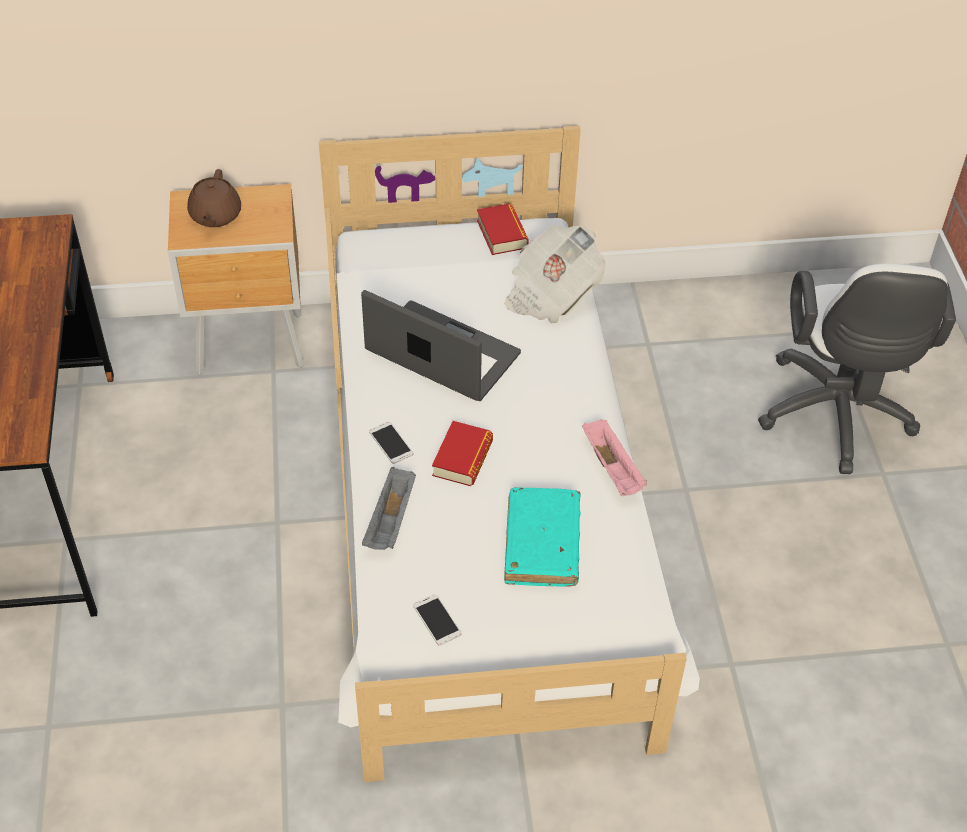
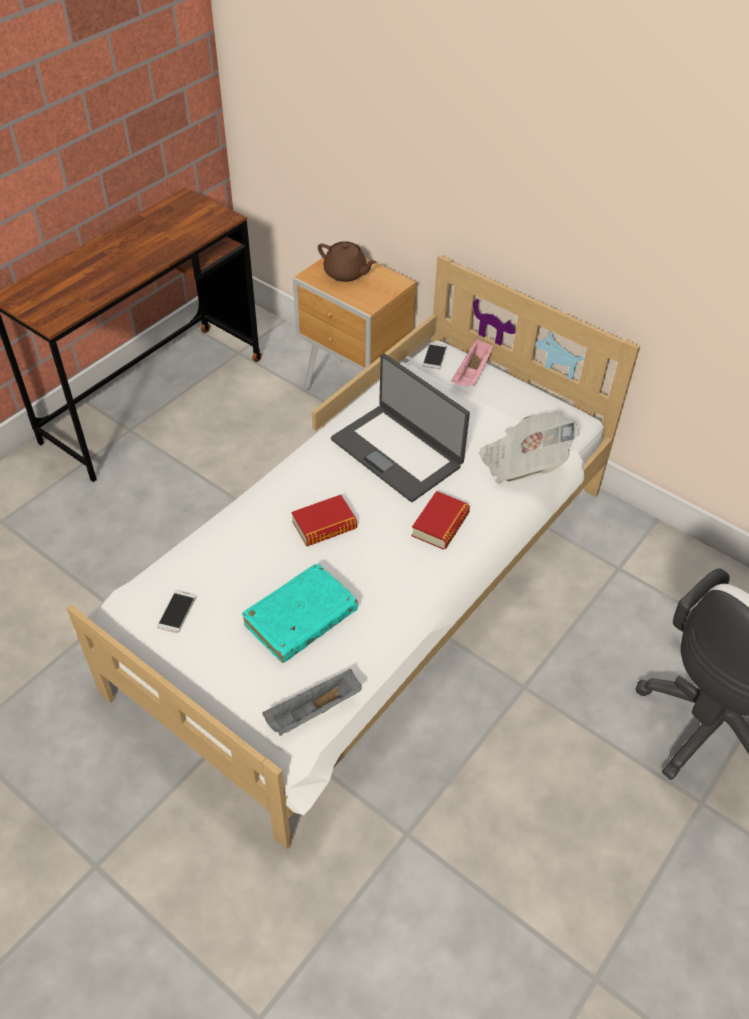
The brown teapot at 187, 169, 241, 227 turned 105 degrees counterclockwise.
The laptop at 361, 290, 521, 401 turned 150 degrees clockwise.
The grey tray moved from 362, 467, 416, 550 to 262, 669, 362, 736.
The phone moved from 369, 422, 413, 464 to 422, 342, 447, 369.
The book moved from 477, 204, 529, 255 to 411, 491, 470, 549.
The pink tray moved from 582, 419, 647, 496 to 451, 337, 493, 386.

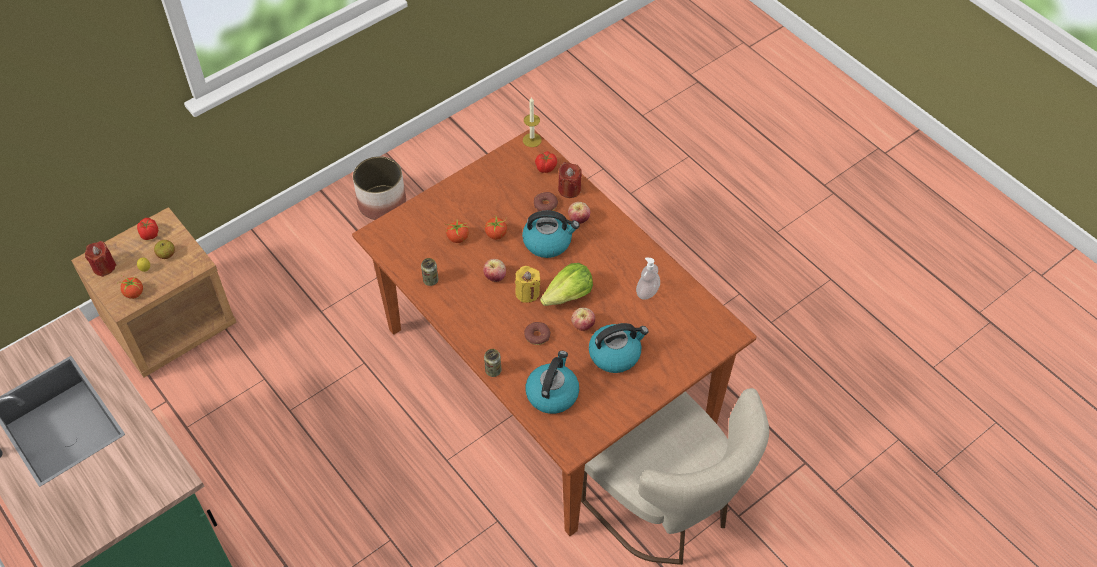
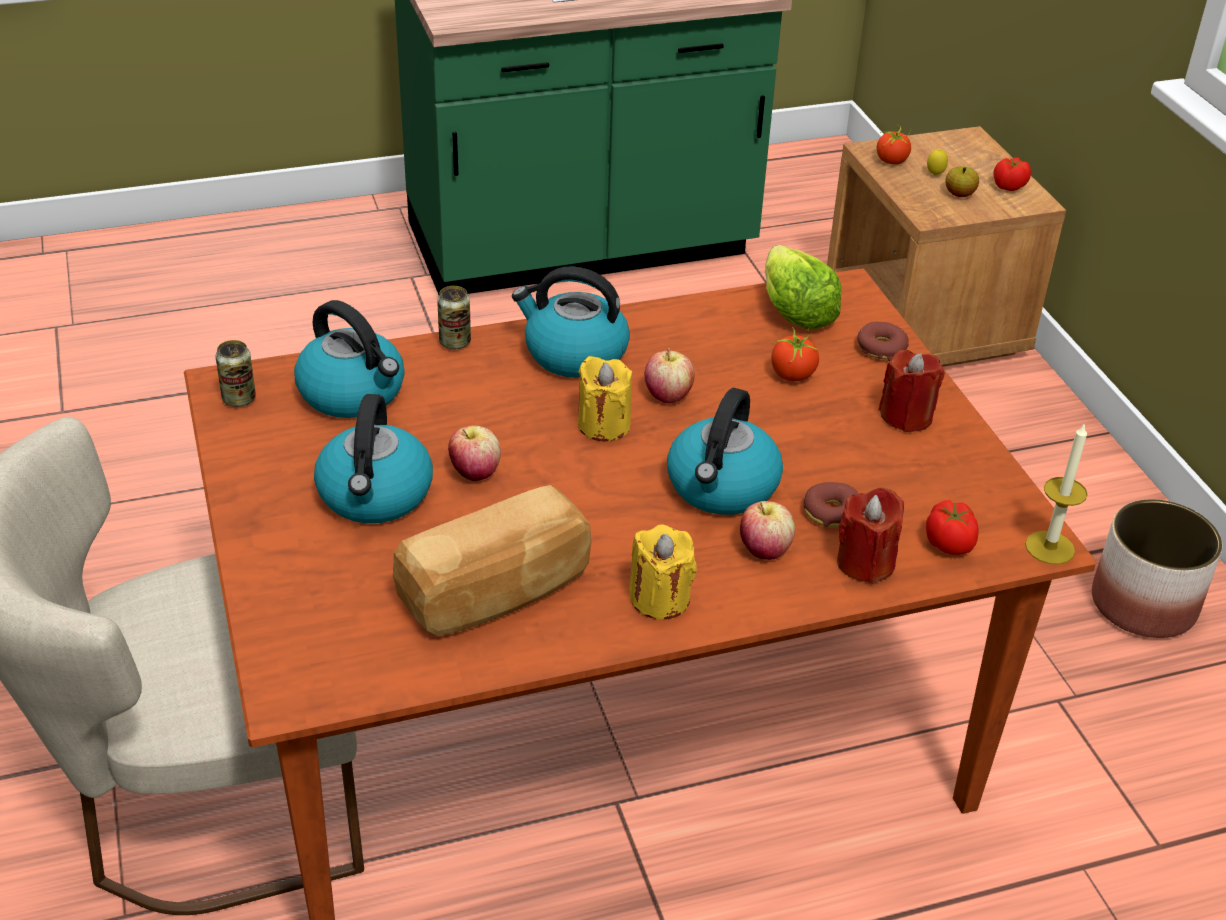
The red candle moved from 85, 241, 117, 277 to 879, 350, 945, 432.
The can moved from 421, 258, 438, 286 to 216, 340, 256, 407.
The tomato at 484, 215, 507, 240 disappeared.
The donut moved from 524, 322, 551, 345 to 857, 322, 909, 361.
The lettuce moved from 540, 263, 593, 306 to 765, 245, 842, 329.
The soap dispenser at 636, 258, 660, 300 was replaced by the bread at 393, 485, 591, 636.
The kettle at 512, 267, 630, 378 appeared.
The yellow candle at 629, 524, 697, 619 appeared.

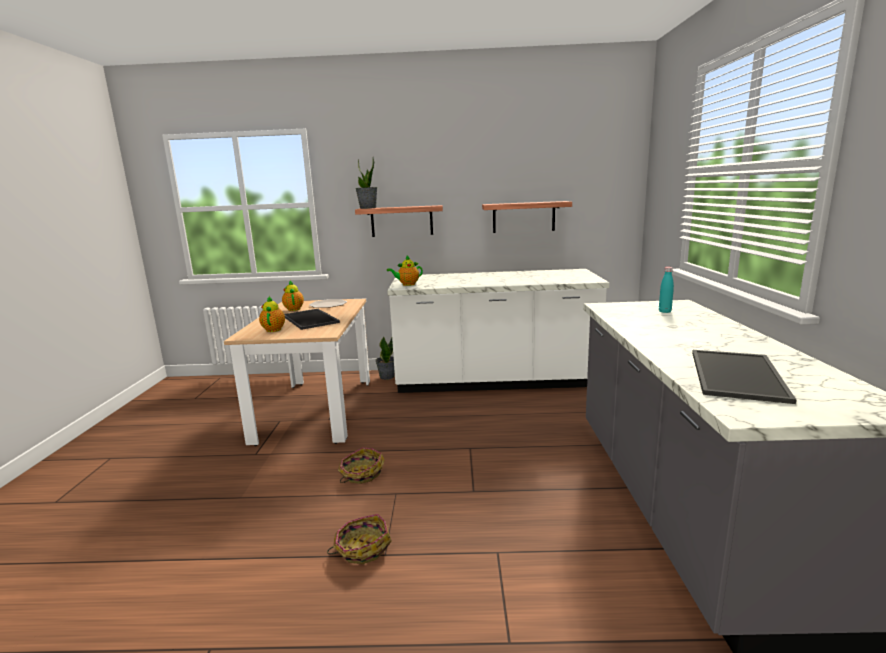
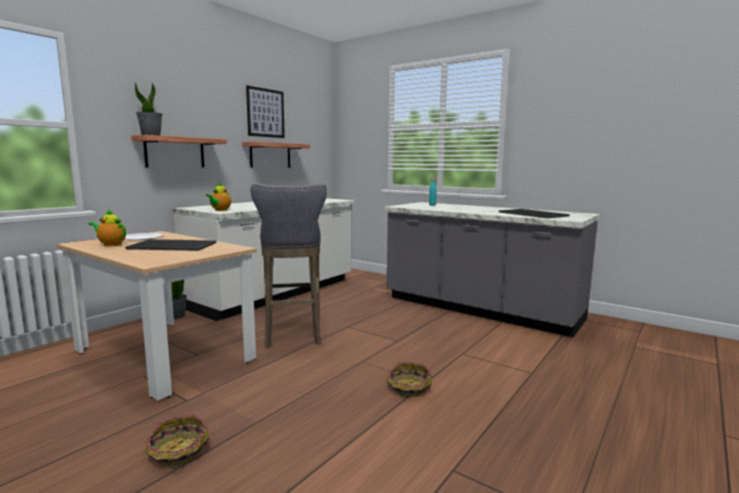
The teapot at 259, 296, 285, 332 disappeared.
The basket moved from 338, 447, 385, 484 to 145, 414, 209, 469.
The picture at 246, 85, 285, 138 appeared.
The grey stool at 251, 183, 327, 348 appeared.

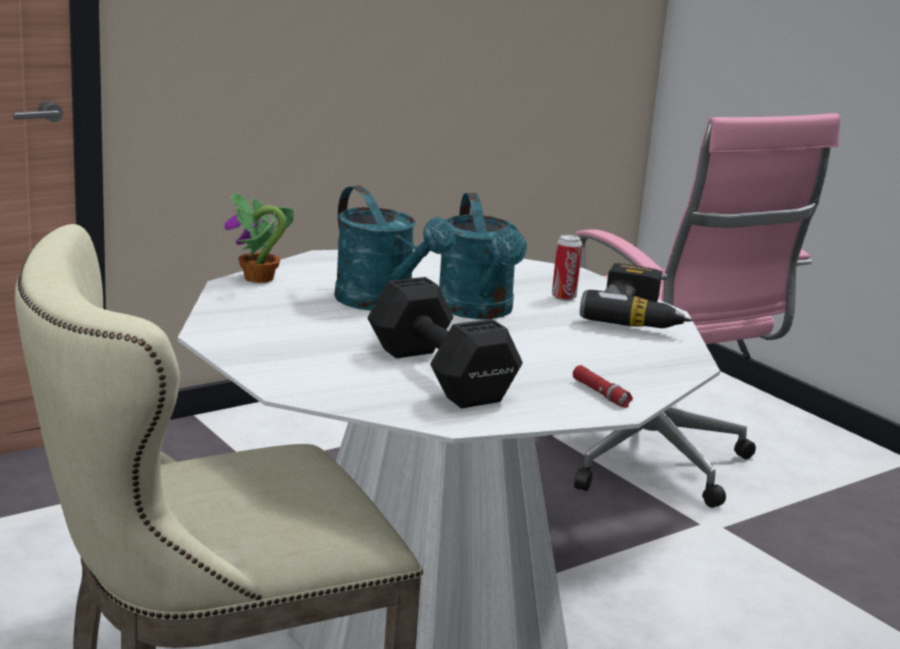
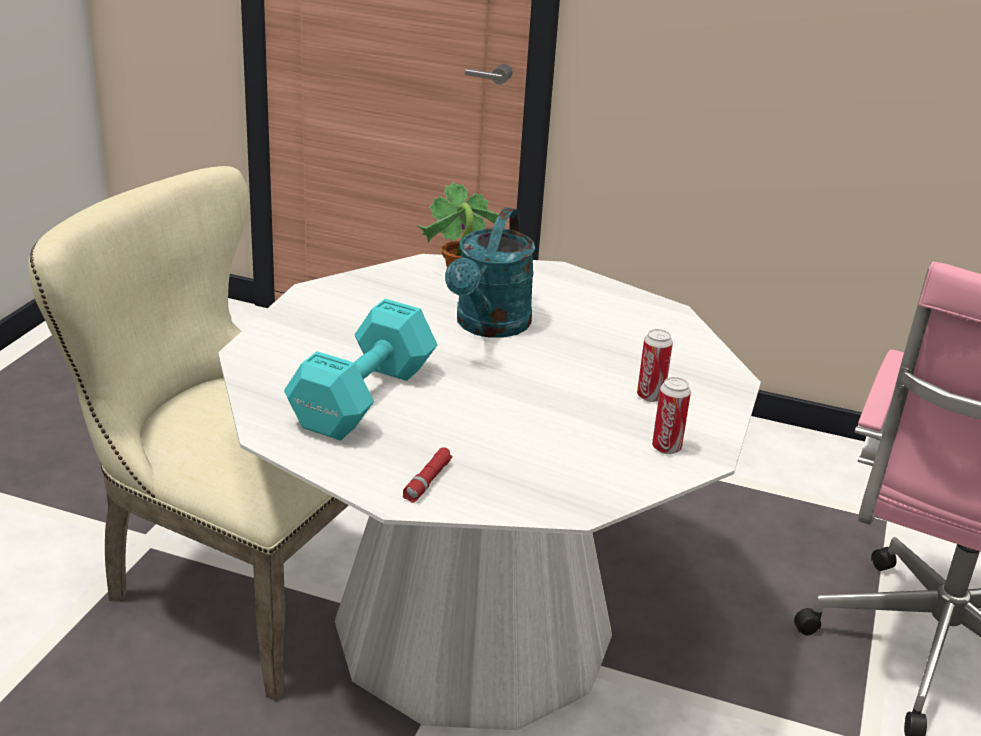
The black dumbbell at 367, 277, 523, 408 became the turquoise dumbbell at 284, 299, 437, 440.
The turquoise watering can at 439, 193, 527, 319 disappeared.
The power drill at 580, 263, 692, 328 was replaced by the can at 652, 377, 691, 454.

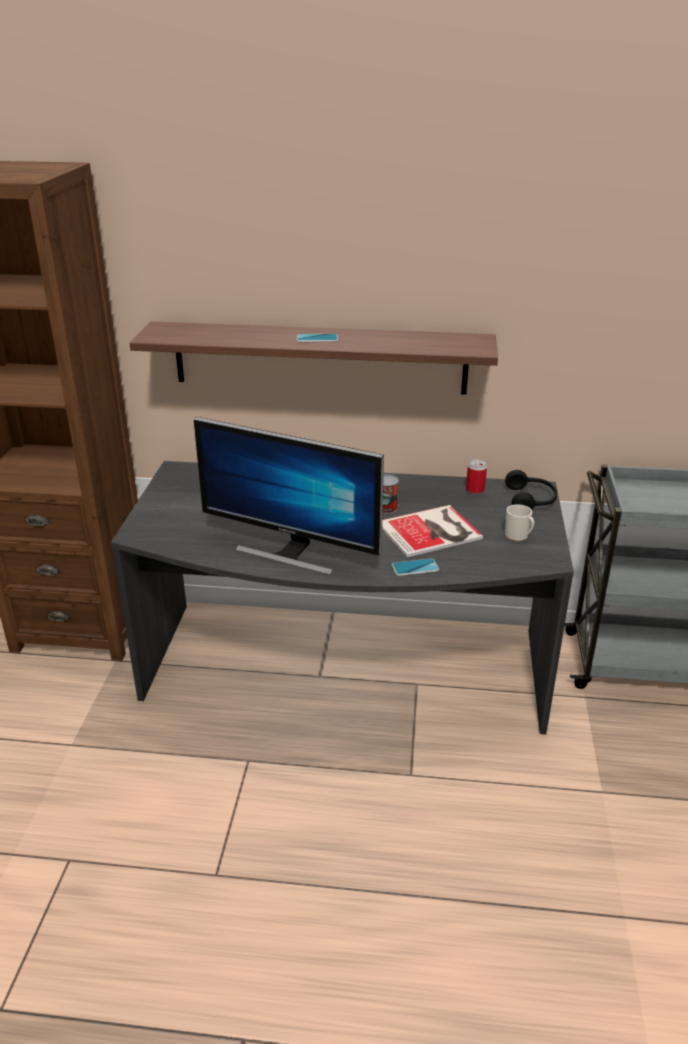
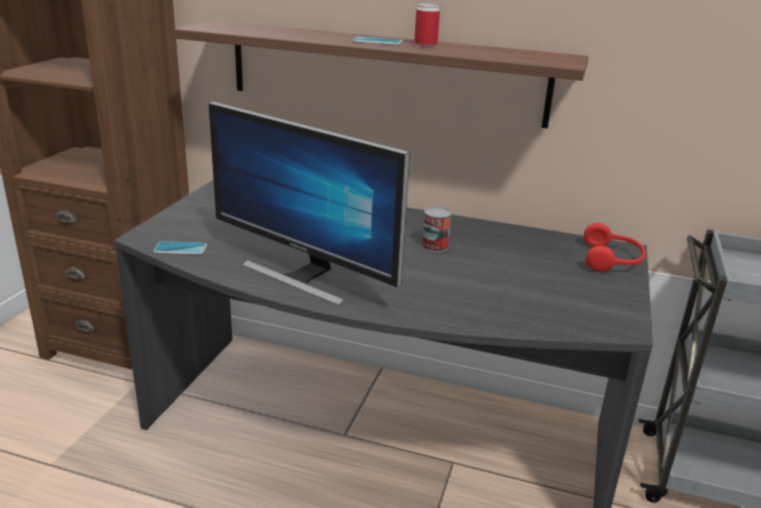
The book at 382, 505, 483, 557 disappeared.
The phone moved from 392, 558, 439, 576 to 153, 241, 207, 255.
The can moved from 466, 459, 487, 494 to 414, 4, 440, 47.
The black headphones at 505, 470, 557, 510 became the red headphones at 584, 223, 646, 272.
The mug at 505, 504, 534, 542 disappeared.

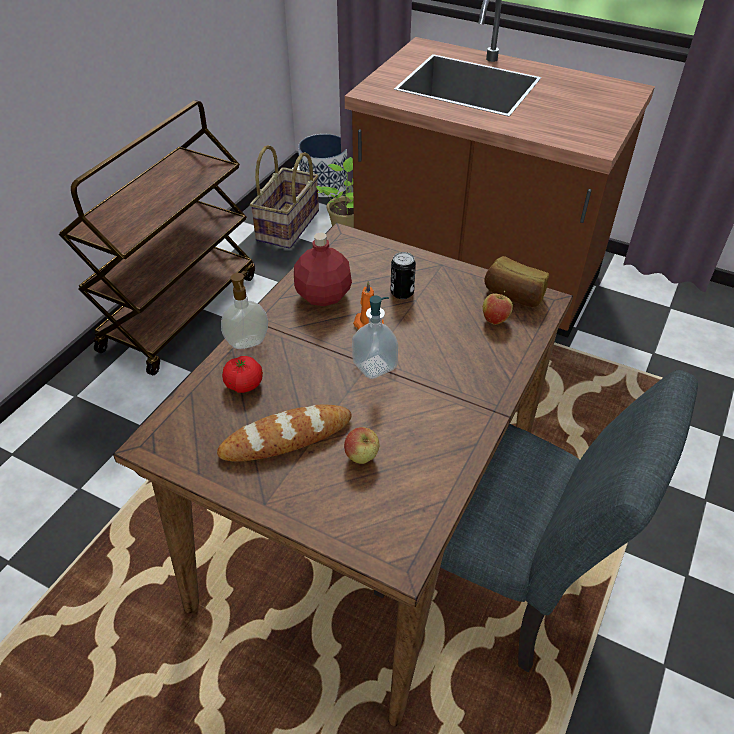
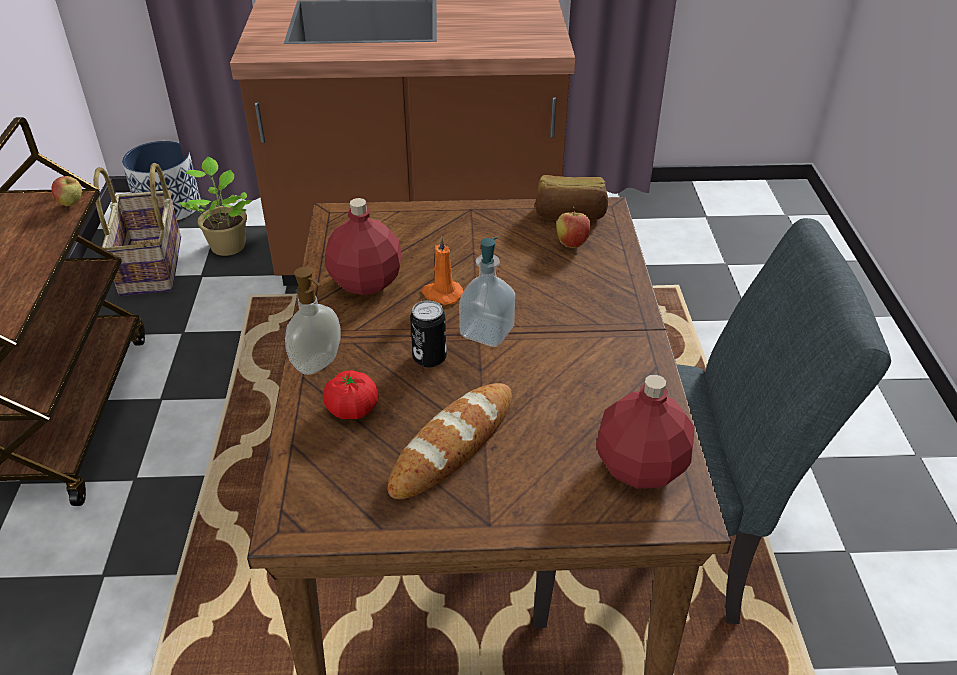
The apple moved from 344, 427, 379, 464 to 51, 176, 82, 206.
The can moved from 390, 252, 416, 299 to 410, 300, 447, 368.
The red bottle at 596, 375, 694, 489 appeared.

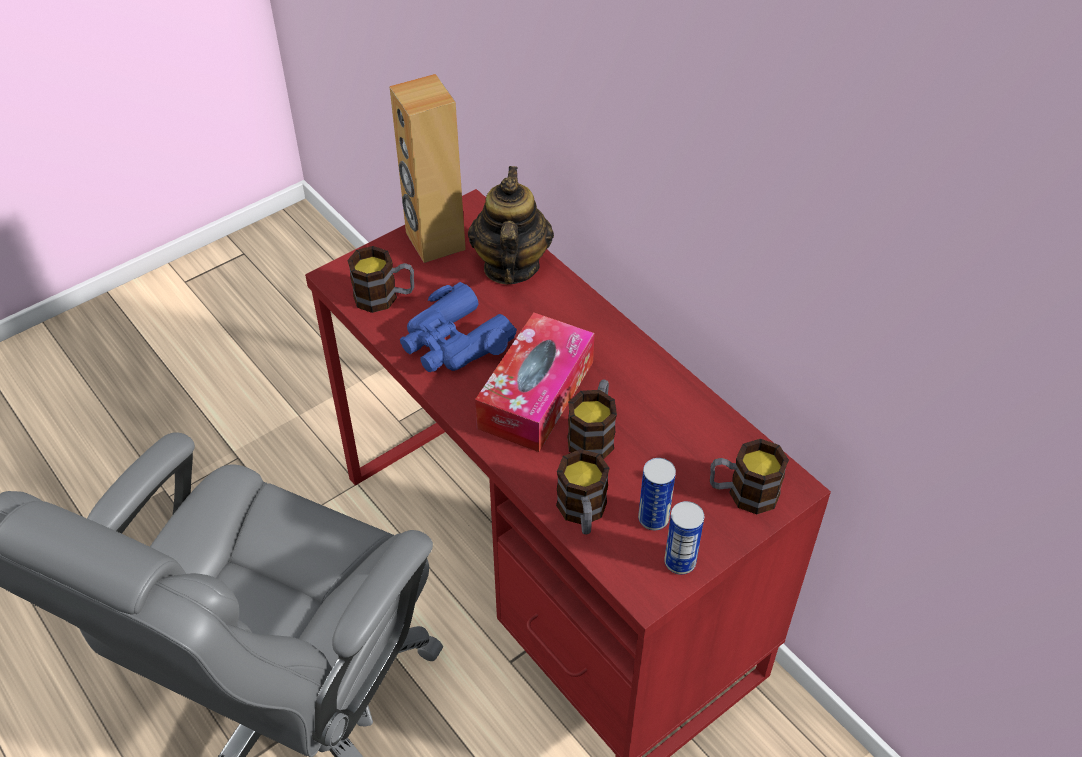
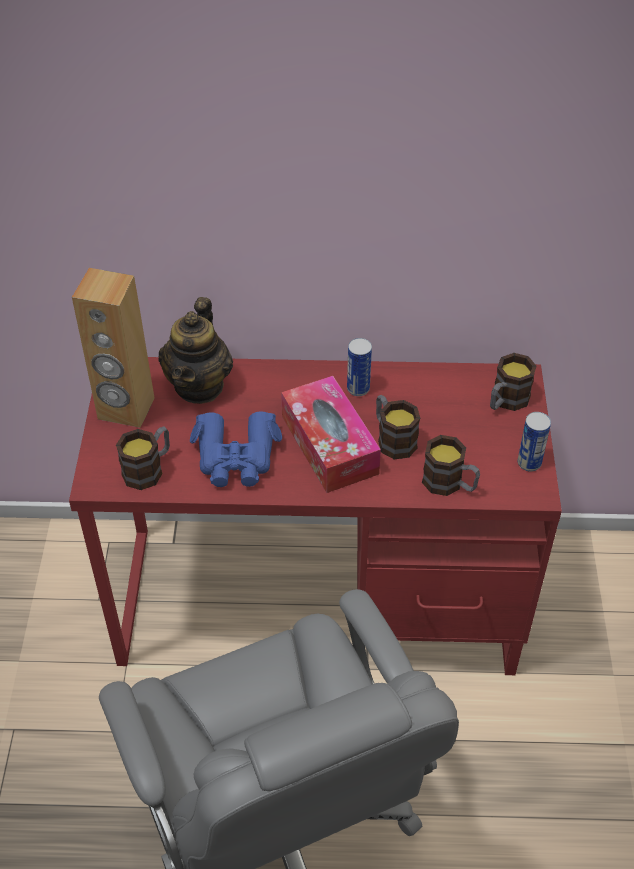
The teapot at 468, 166, 554, 284 turned 120 degrees counterclockwise.
The can moved from 638, 458, 676, 530 to 347, 338, 372, 396.

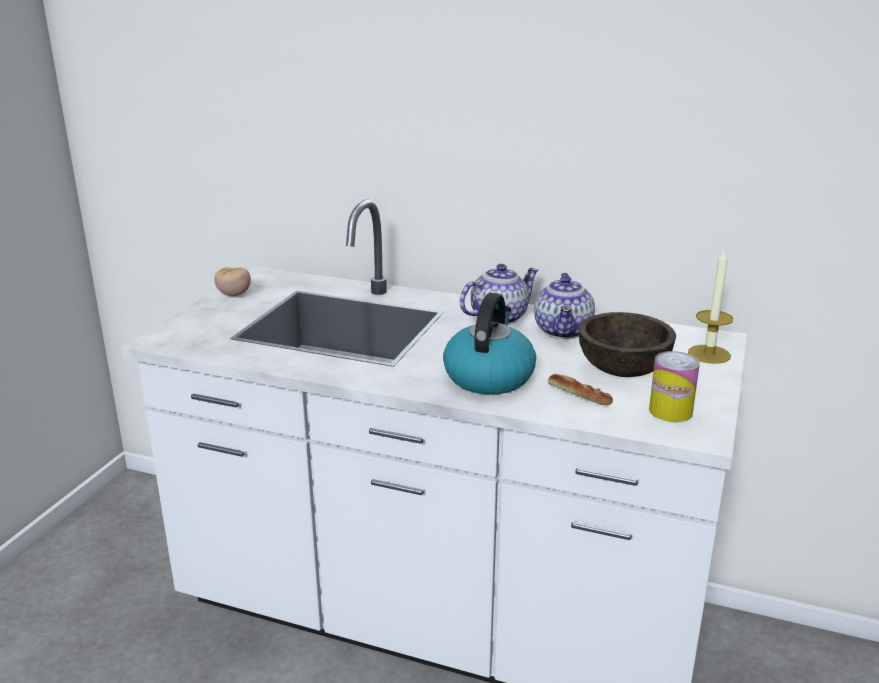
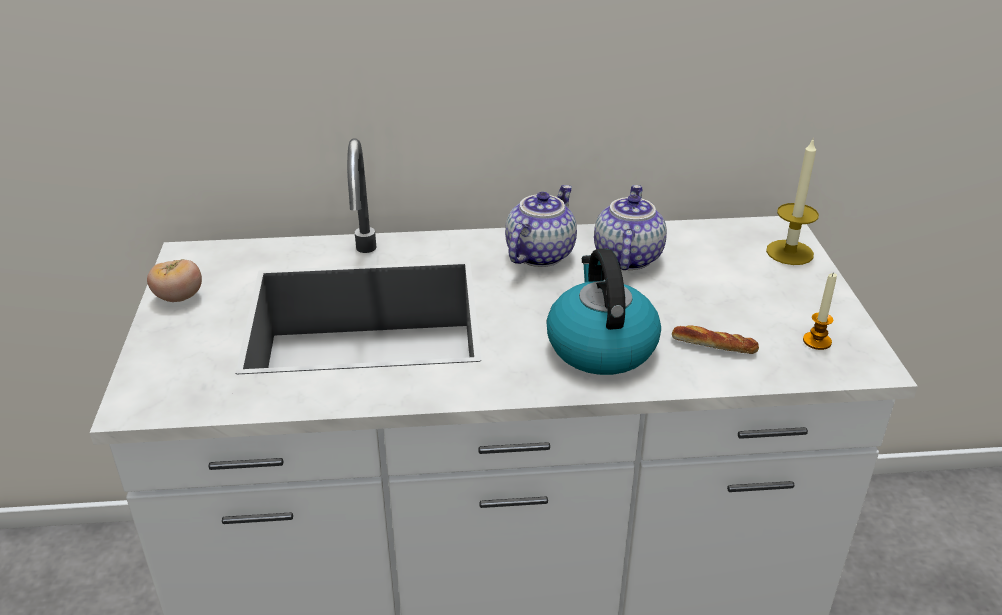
The teapot at 534, 273, 595, 339 turned 150 degrees counterclockwise.
The brown bowl at 579, 312, 676, 377 disappeared.
The can at 649, 351, 700, 422 was replaced by the candle at 803, 272, 837, 350.

